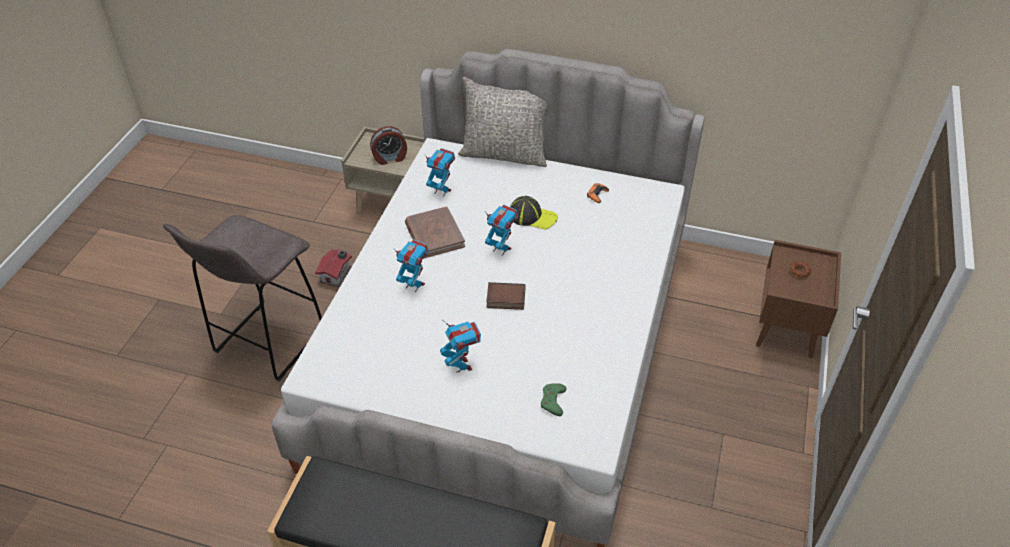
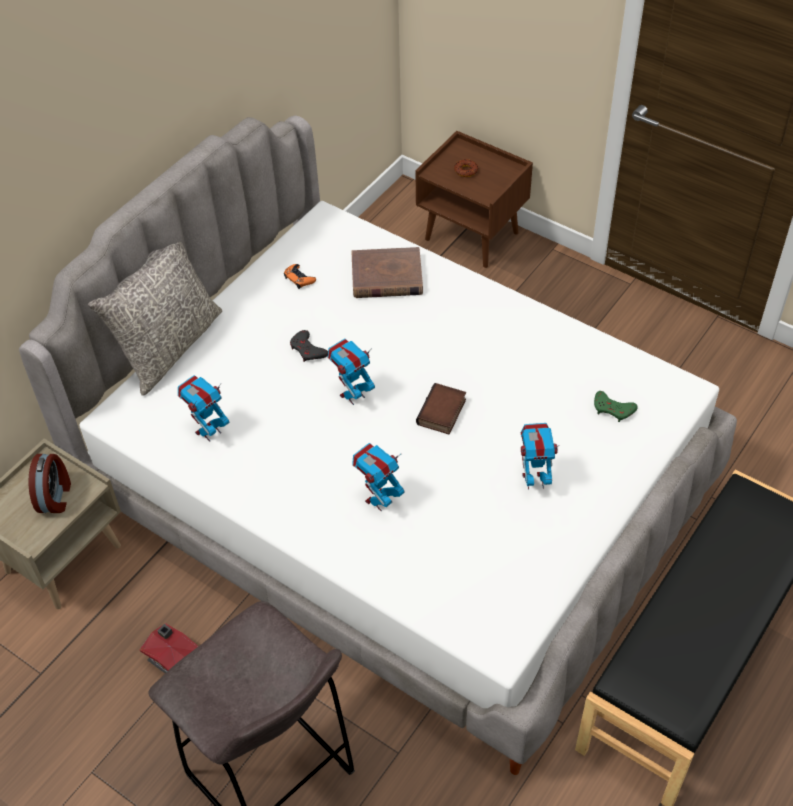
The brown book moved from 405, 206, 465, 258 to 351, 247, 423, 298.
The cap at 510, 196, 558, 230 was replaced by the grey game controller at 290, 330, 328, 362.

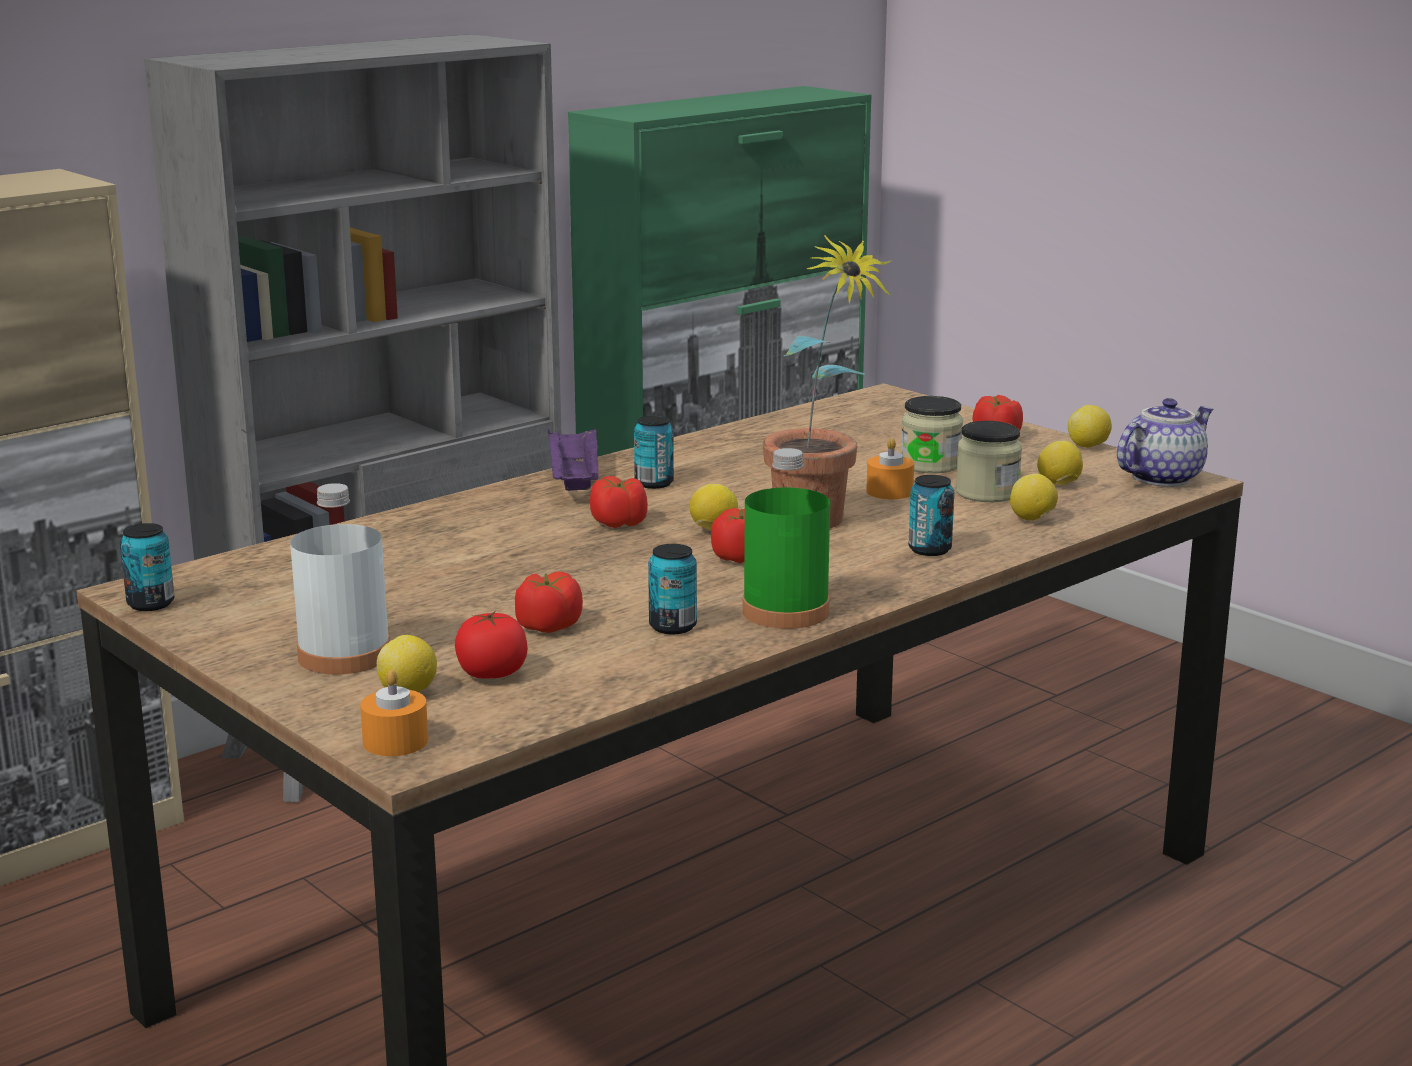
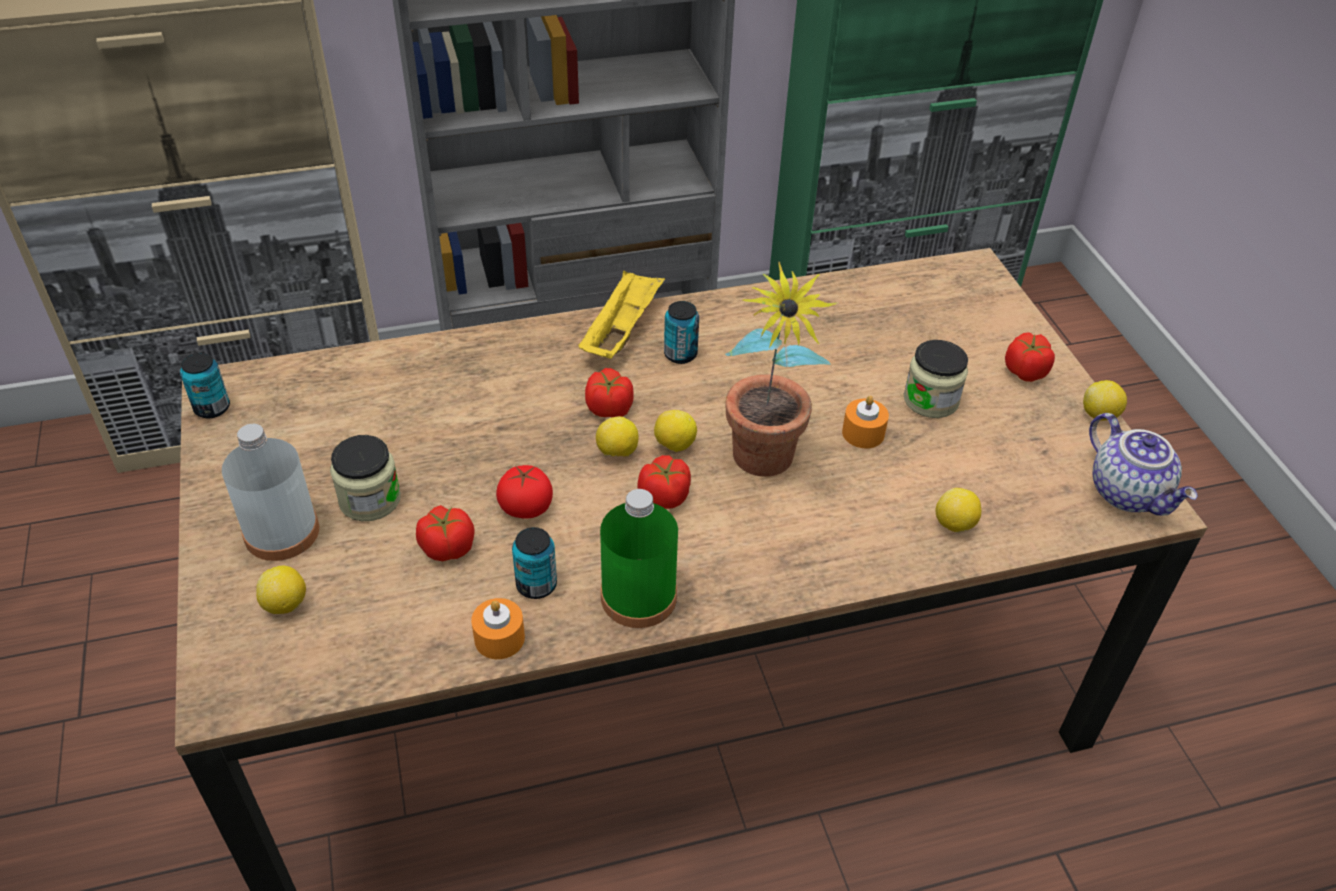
The orange candle moved from 360, 670, 428, 756 to 471, 598, 525, 659.
The tomato moved from 455, 611, 528, 678 to 496, 465, 553, 519.
The purple tray at 547, 427, 599, 491 became the yellow tray at 578, 270, 665, 359.
The can at 909, 475, 954, 556 disappeared.
The jar moved from 956, 421, 1022, 502 to 330, 435, 401, 521.
The lemon moved from 1037, 441, 1083, 485 to 596, 416, 639, 456.
The teapot at 1117, 398, 1213, 487 turned 75 degrees clockwise.

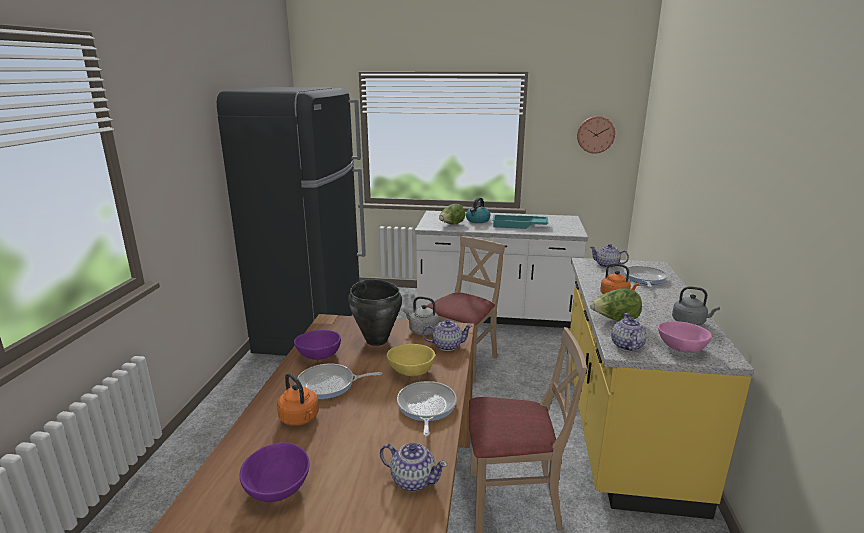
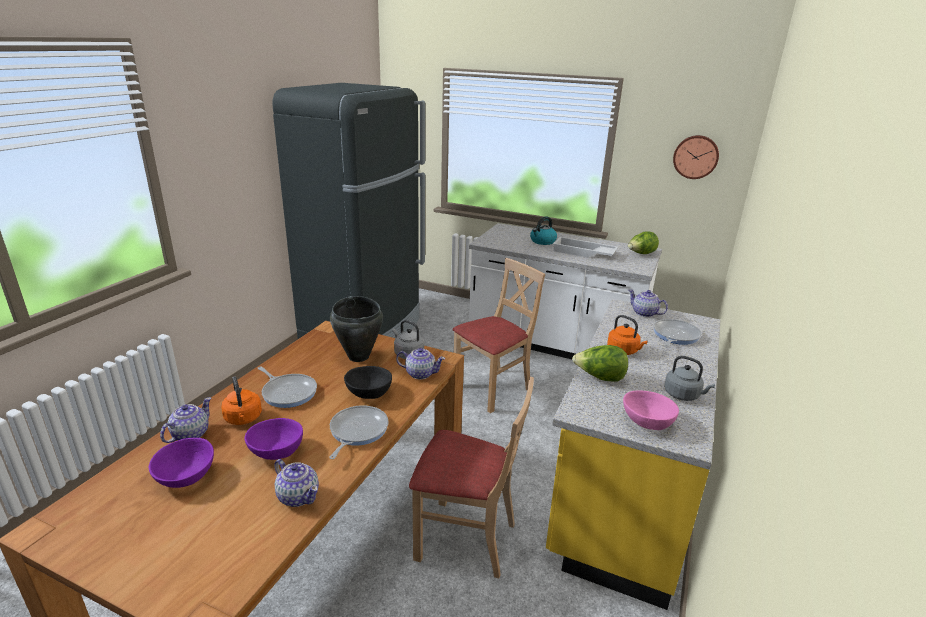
The purple bowl moved from 294, 330, 341, 360 to 244, 418, 303, 460.
The frying pan at 297, 364, 382, 399 turned 150 degrees counterclockwise.
The yellow bowl at 387, 344, 435, 376 became the black bowl at 344, 366, 392, 399.
The lettuce moved from 439, 204, 465, 225 to 628, 231, 659, 254.
The turquoise tray at 492, 214, 548, 229 became the white tray at 553, 237, 618, 258.
The teapot moved from 611, 313, 647, 351 to 160, 397, 211, 443.

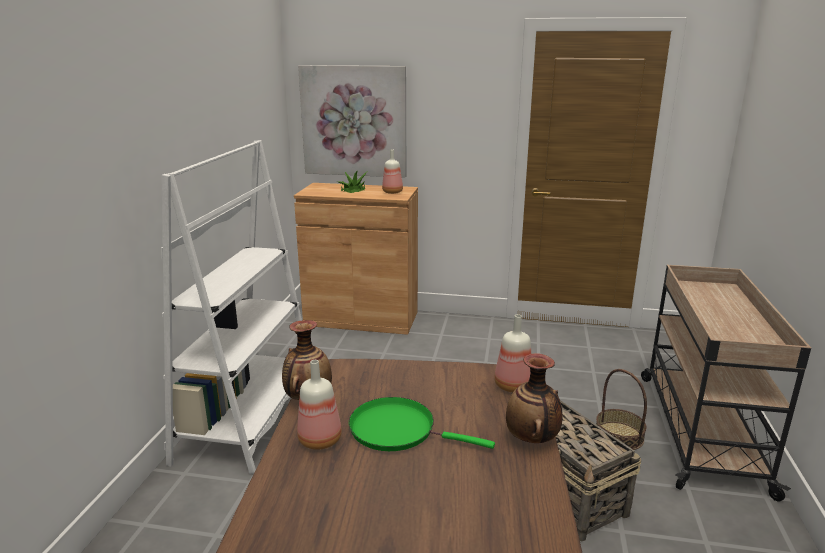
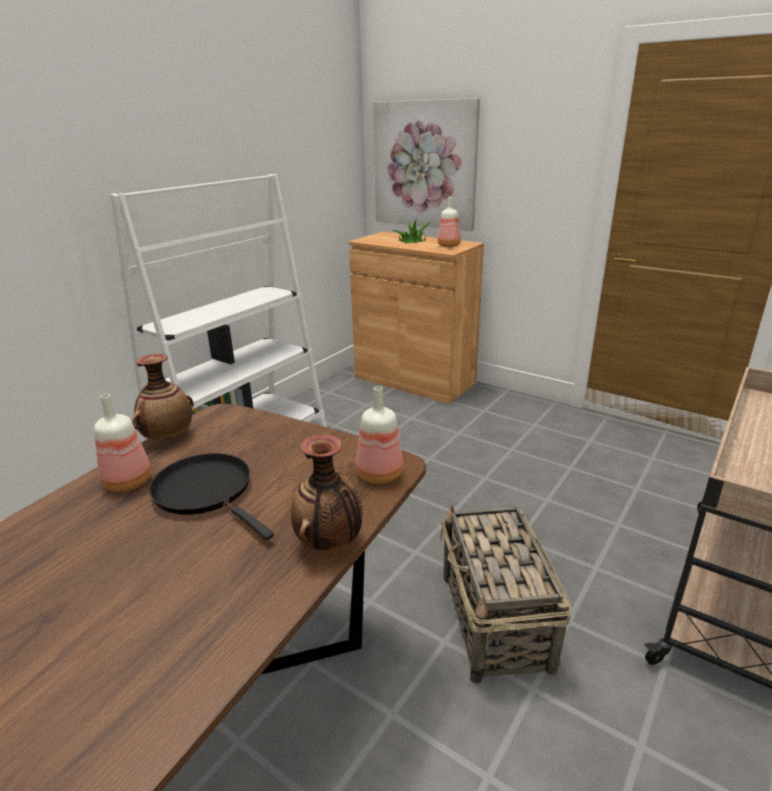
The green frying pan at 349, 397, 495, 451 became the black frying pan at 149, 453, 274, 540.
The basket at 596, 369, 647, 450 disappeared.

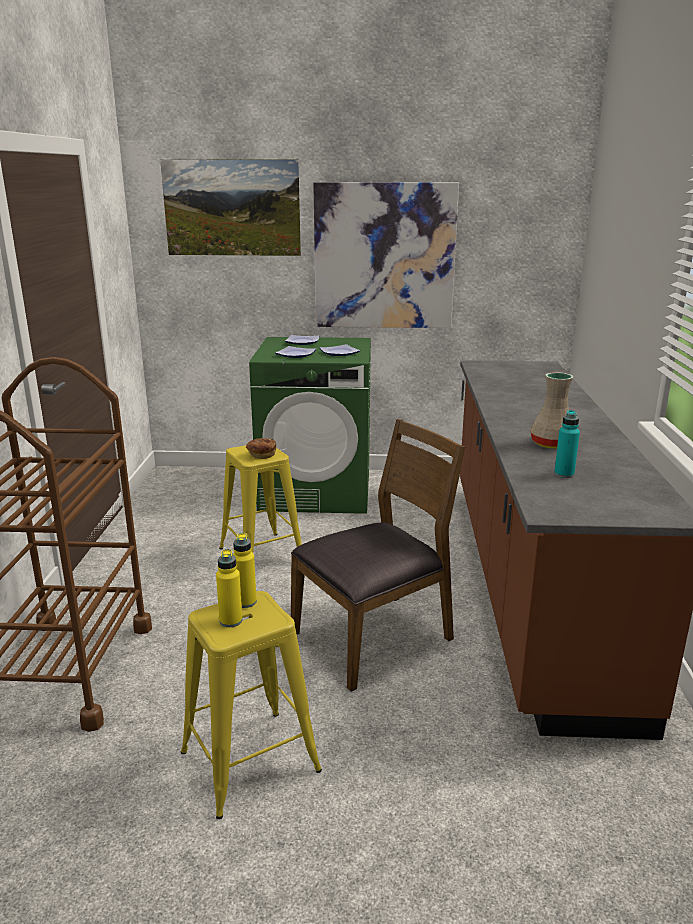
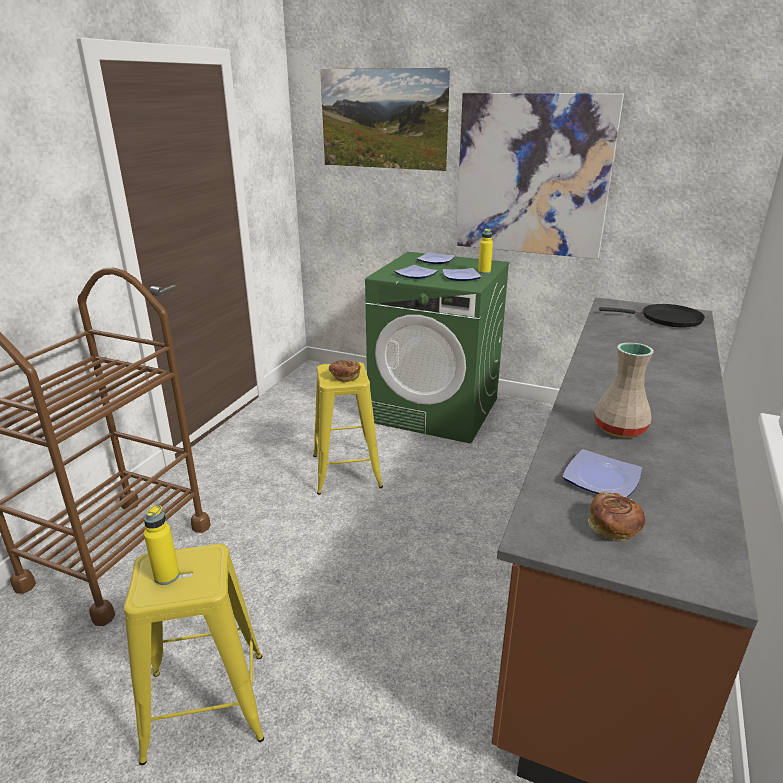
The yellow bottle moved from 233, 533, 257, 608 to 478, 229, 493, 274.
The brown chair at 291, 419, 465, 691 disappeared.
The turquoise bottle at 554, 410, 580, 478 was replaced by the plate at 562, 449, 642, 497.
The bread at 588, 491, 645, 541 appeared.
The black frying pan at 599, 304, 705, 328 appeared.

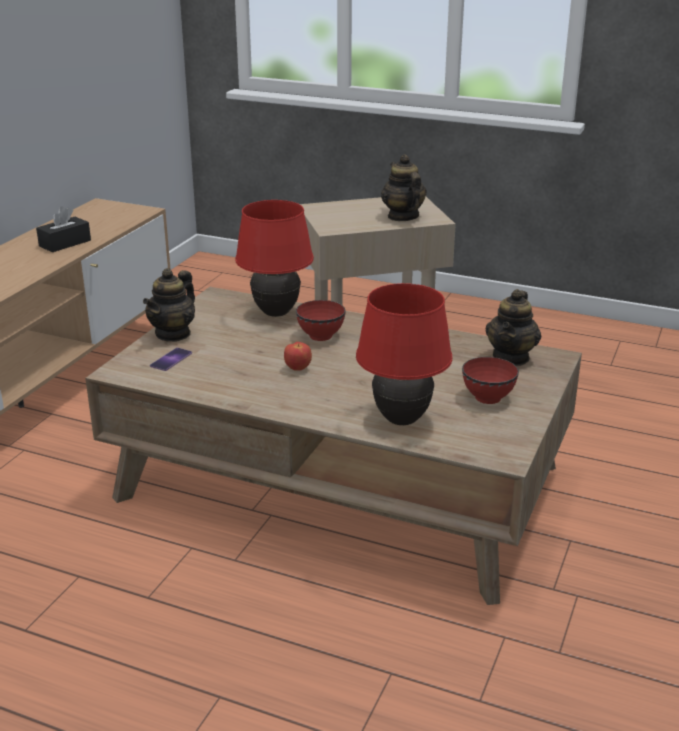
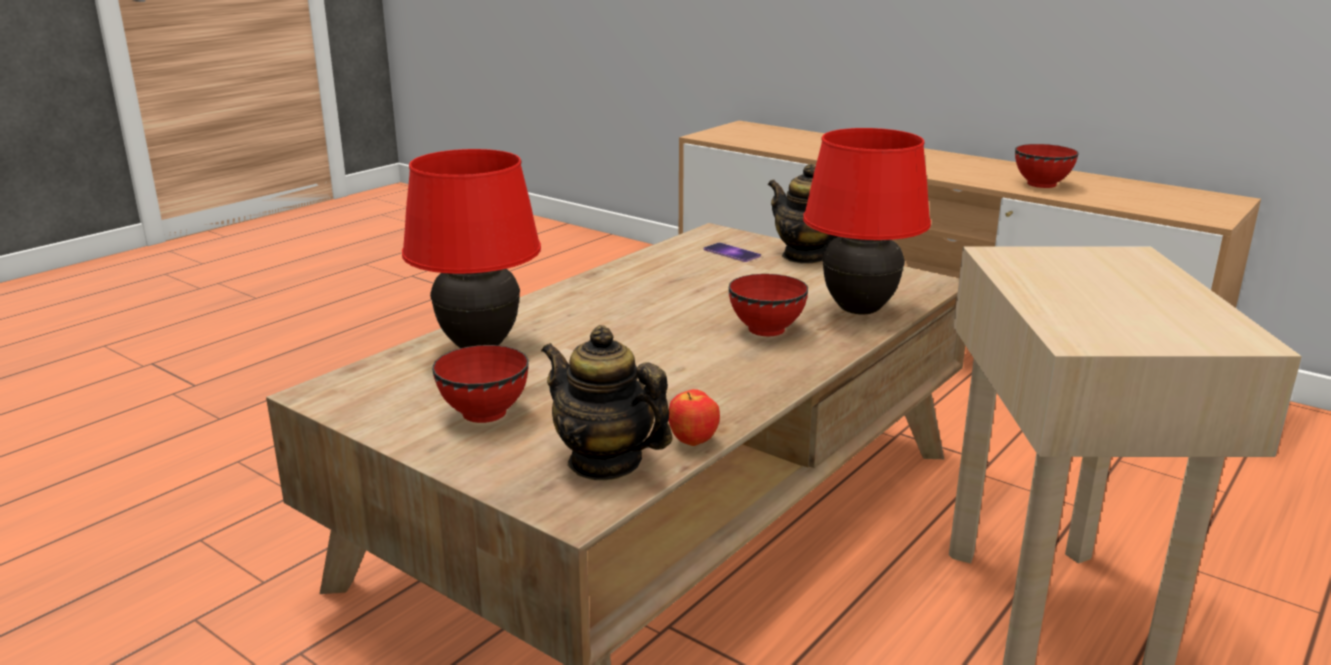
The black tissue box at 36, 206, 91, 252 was replaced by the red bowl at 1015, 144, 1079, 188.
The apple moved from 284, 342, 312, 370 to 668, 389, 720, 446.
The teapot at 381, 154, 427, 221 disappeared.

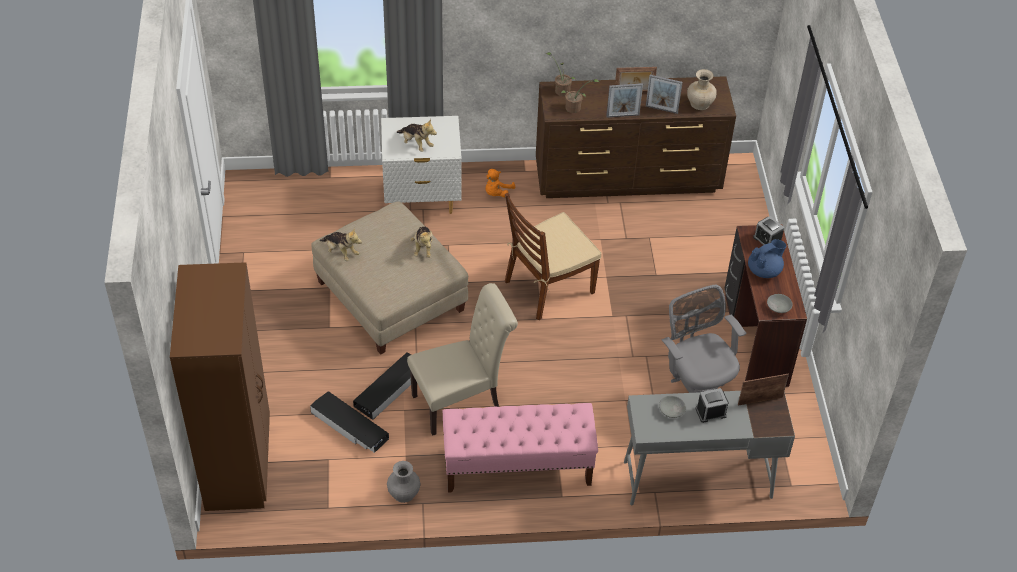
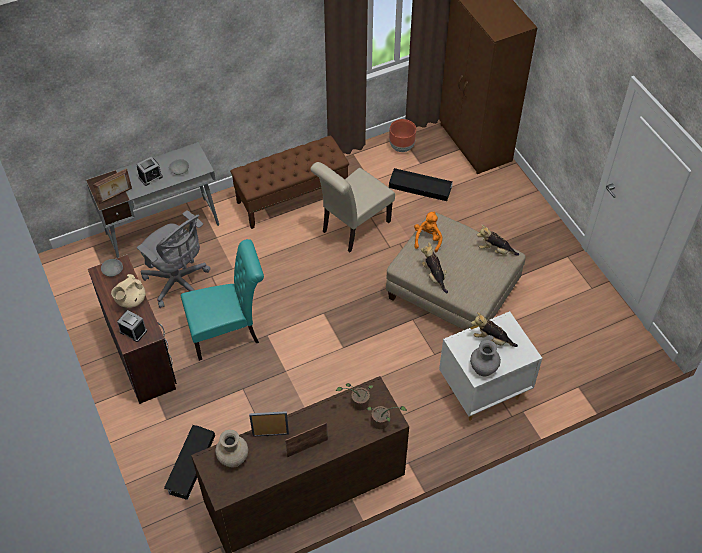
The black storage box moved from 353, 353, 411, 420 to 164, 425, 215, 500.
The grey vase moved from 387, 461, 421, 503 to 470, 340, 501, 377.
The pink bench at 443, 403, 598, 492 became the brown bench at 230, 135, 349, 229.
The orange plush toy moved from 485, 169, 515, 197 to 414, 211, 442, 252.
The brown chair at 505, 193, 602, 320 disappeared.
The picture frame at 606, 83, 643, 118 disappeared.
The blue teapot at 748, 239, 786, 278 became the beige teapot at 111, 274, 146, 308.
The turquoise chair at 181, 239, 264, 361 appeared.
The brown planter at 389, 119, 416, 152 appeared.

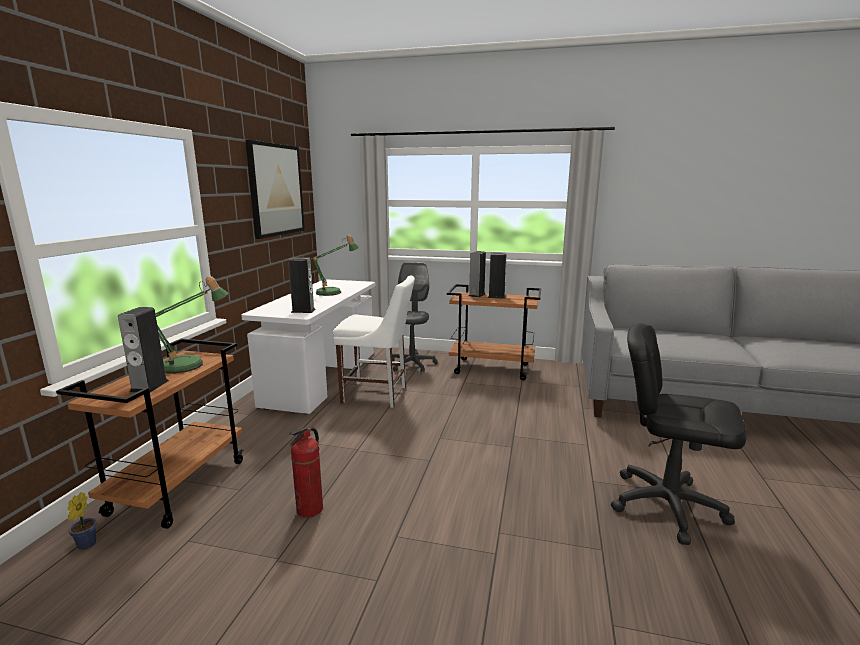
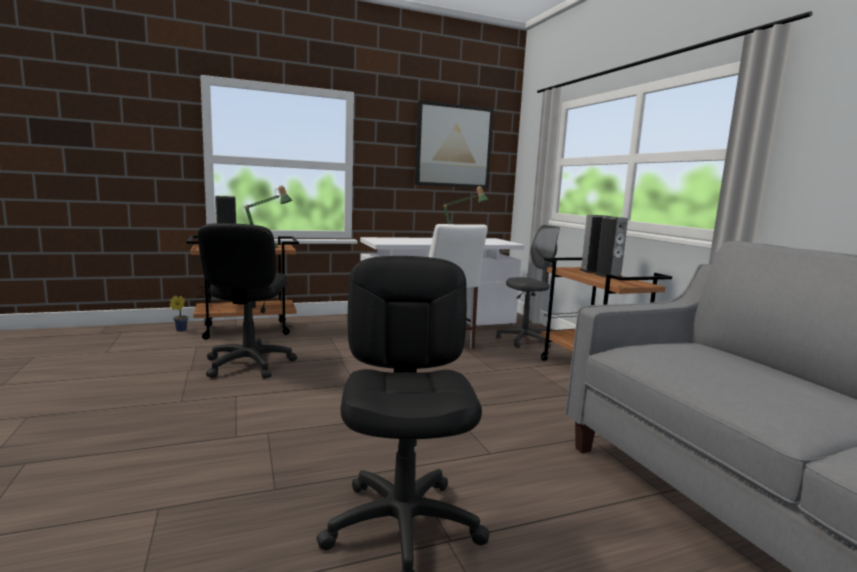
The speaker at 288, 257, 315, 313 disappeared.
The fire extinguisher at 289, 427, 323, 518 was replaced by the black office chair at 197, 223, 297, 378.

